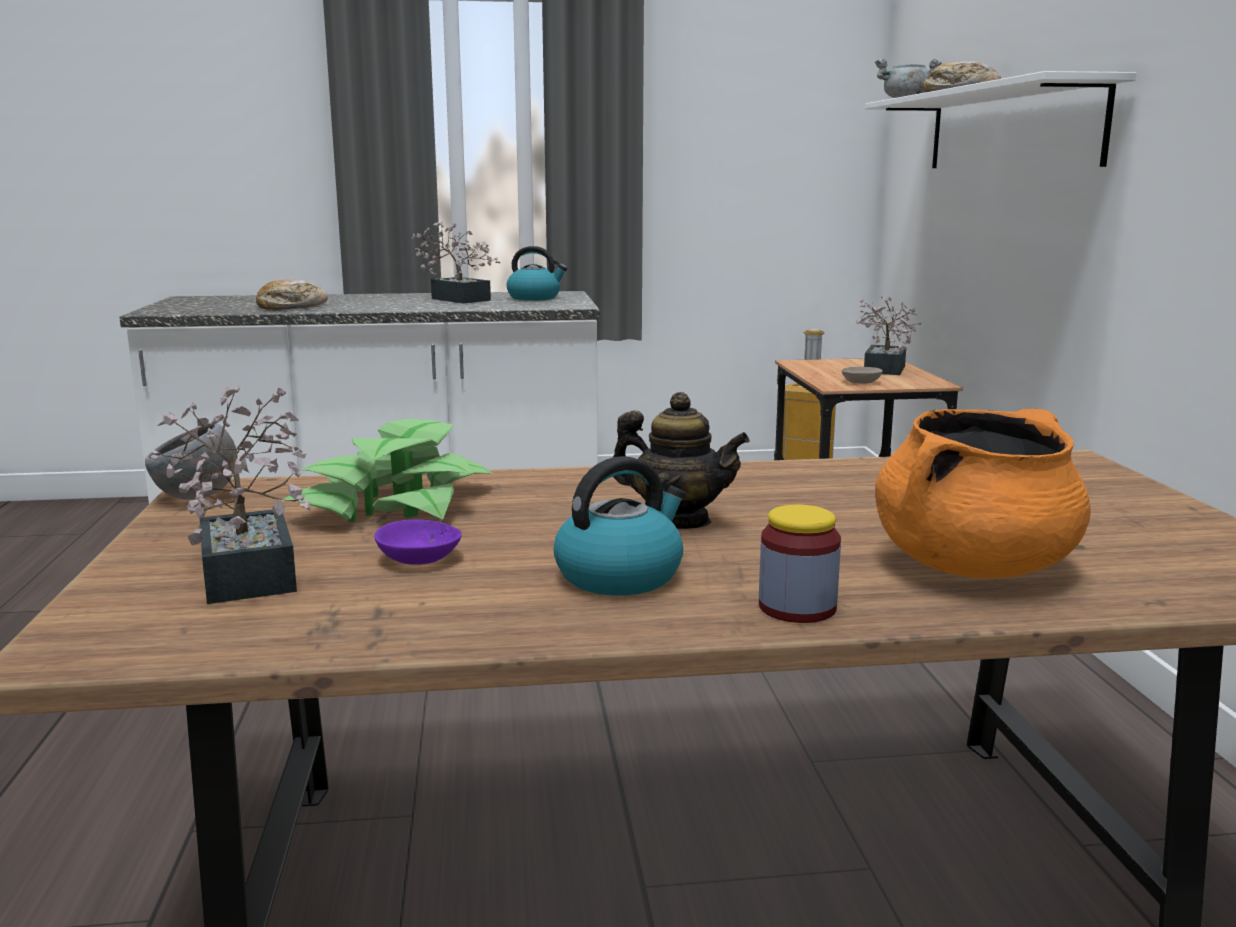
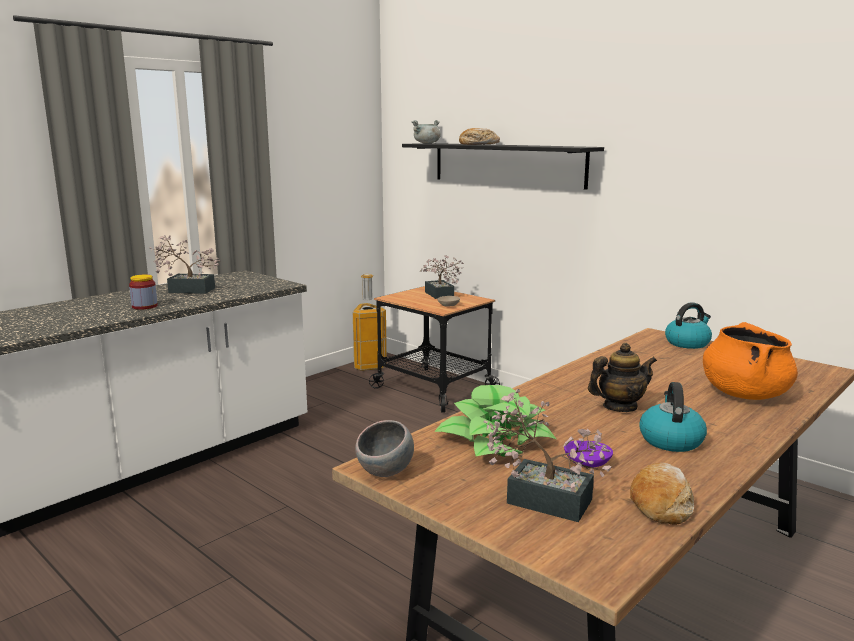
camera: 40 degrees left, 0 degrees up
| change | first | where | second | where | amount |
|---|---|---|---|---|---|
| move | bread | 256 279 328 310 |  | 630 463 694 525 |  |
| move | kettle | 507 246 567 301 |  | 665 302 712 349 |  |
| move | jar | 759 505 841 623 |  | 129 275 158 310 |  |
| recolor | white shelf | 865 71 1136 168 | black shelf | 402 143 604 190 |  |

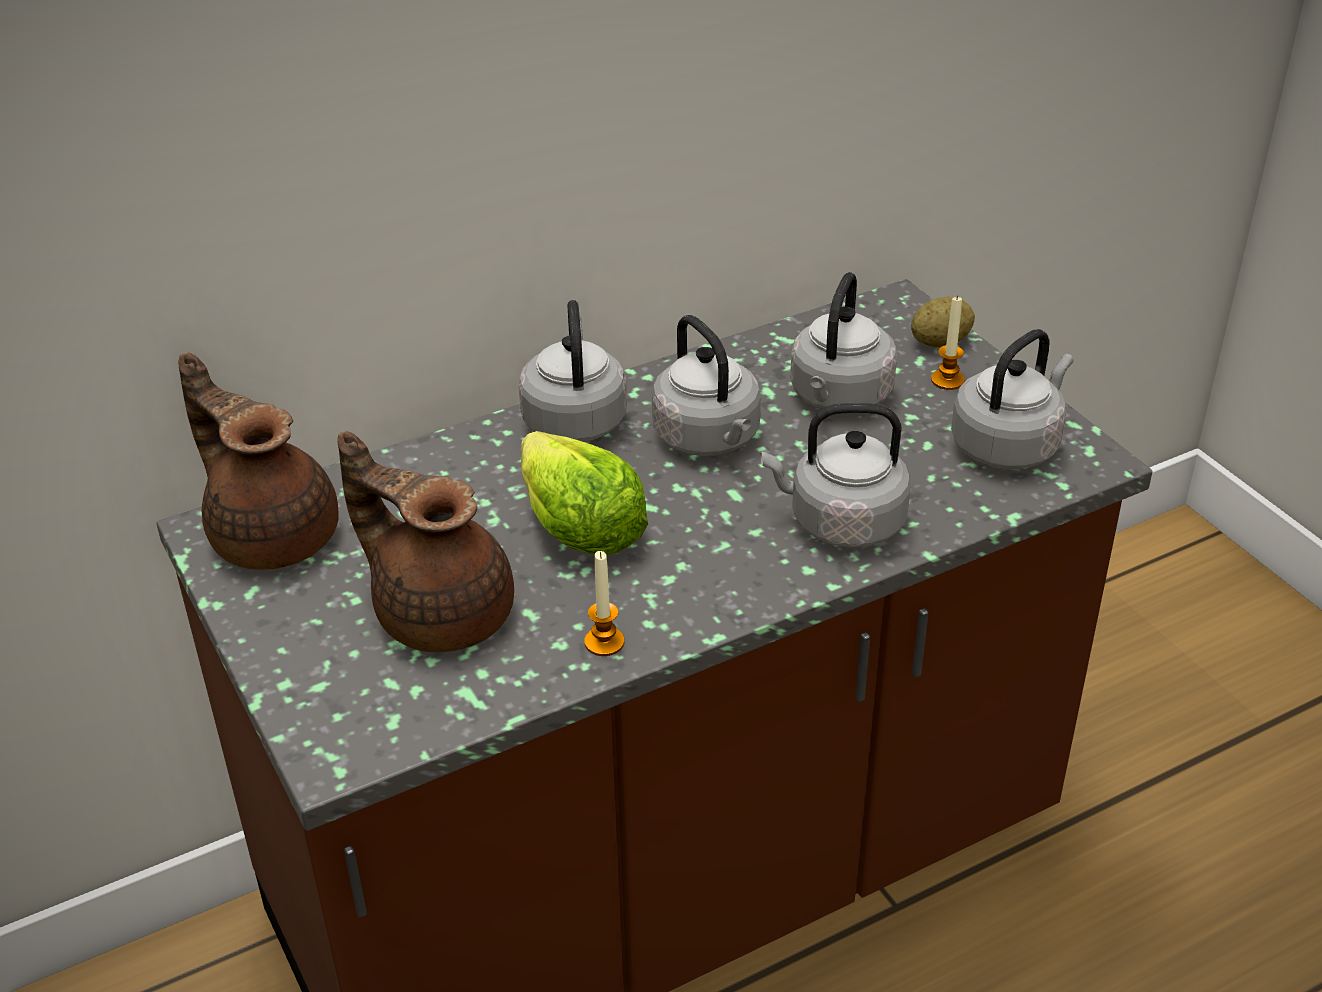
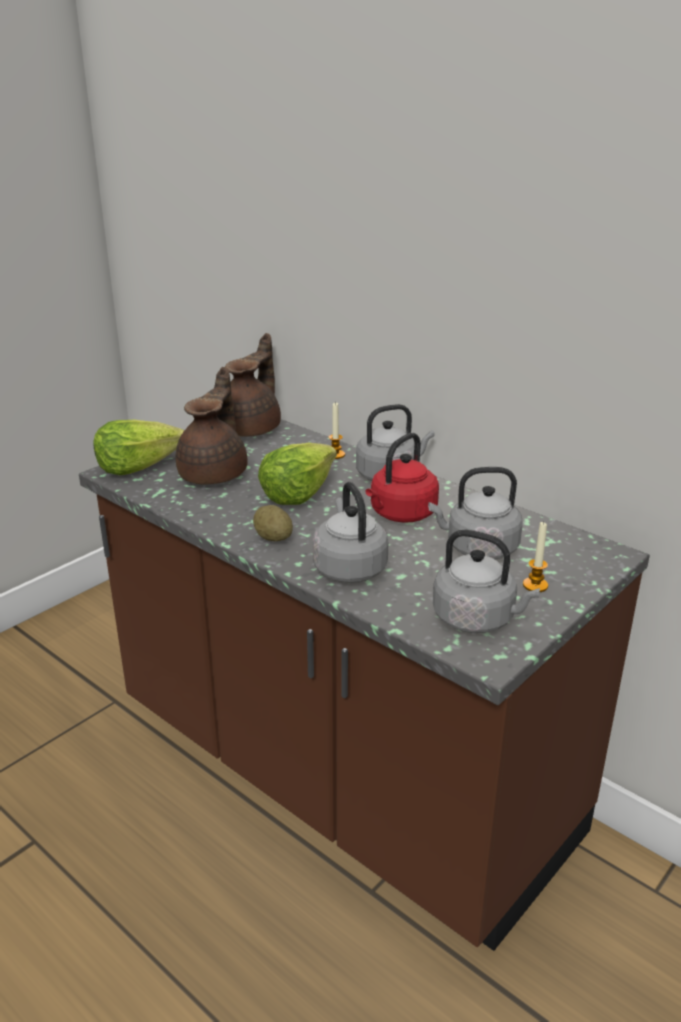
camera: 70 degrees right, 10 degrees down
| change | first | where | second | where | amount |
|---|---|---|---|---|---|
| move | candle | 584 551 625 656 |  | 329 402 345 459 |  |
| recolor | grey kettle | 652 315 761 456 | red kettle | 365 433 439 523 |  |
| move | potato | 911 297 975 347 |  | 253 505 293 541 |  |
| insert |  |  | lettuce | 93 420 184 475 |  |

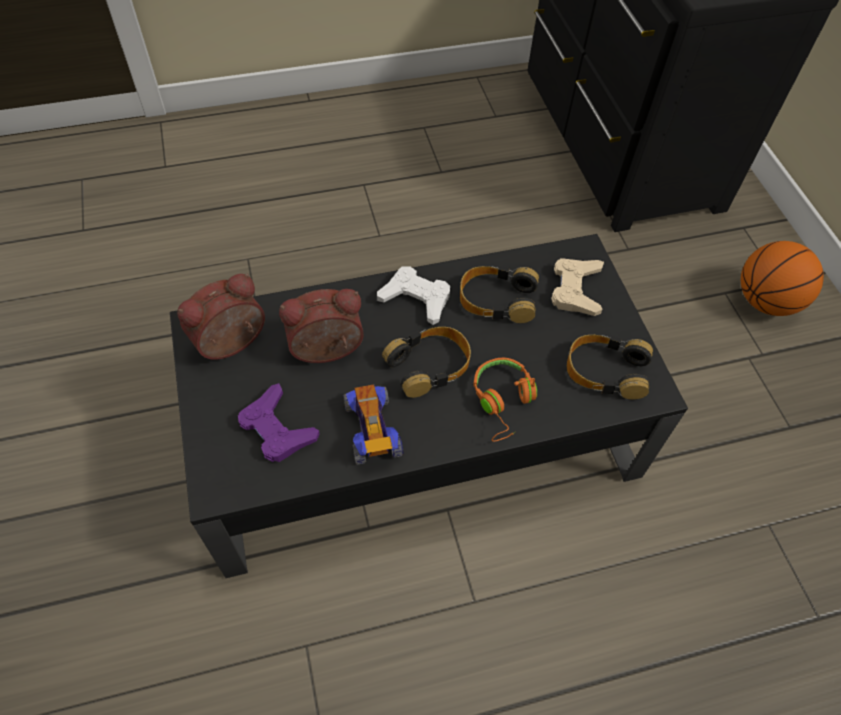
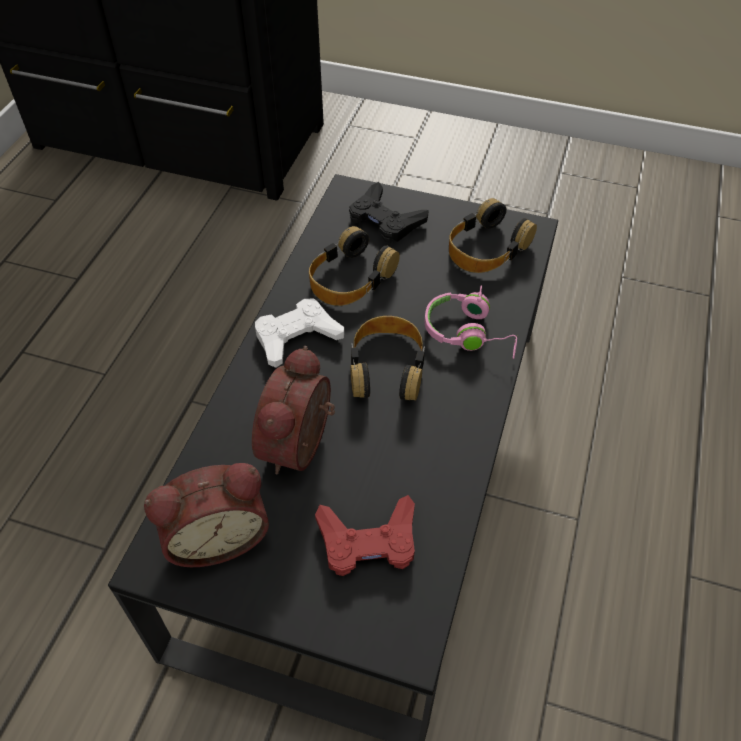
camera: 55 degrees left, 5 degrees down
| change | first | where | second | where | amount |
|---|---|---|---|---|---|
| rotate | alarm clock | 177 274 265 360 |  | 144 463 269 567 | 105 degrees counterclockwise |
| recolor | purple game controller | 238 383 320 462 | red game controller | 315 495 415 576 |  |
| delete | toy car | 343 385 404 465 |  |  |  |
| recolor | orange headphones | 473 358 537 441 | pink headphones | 425 285 517 359 |  |
| recolor | beige game controller | 551 258 604 316 | black game controller | 349 182 428 243 |  |
| delete | basketball | 741 241 824 316 |  |  |  |

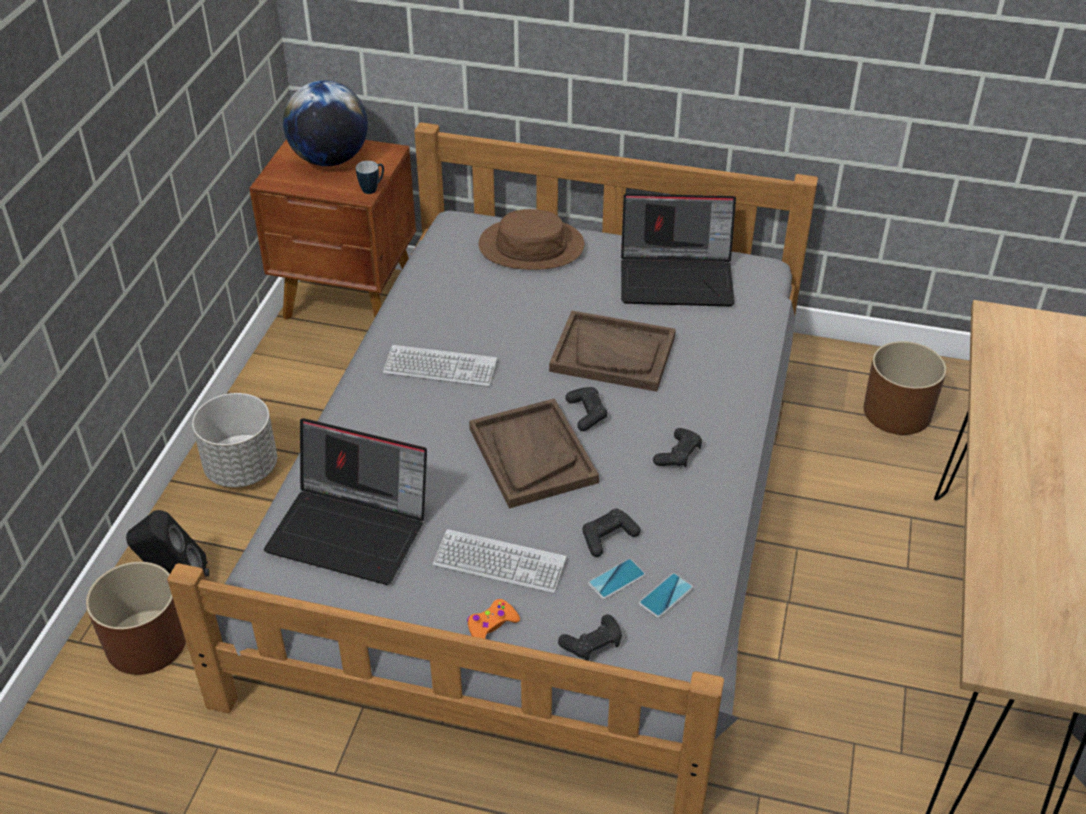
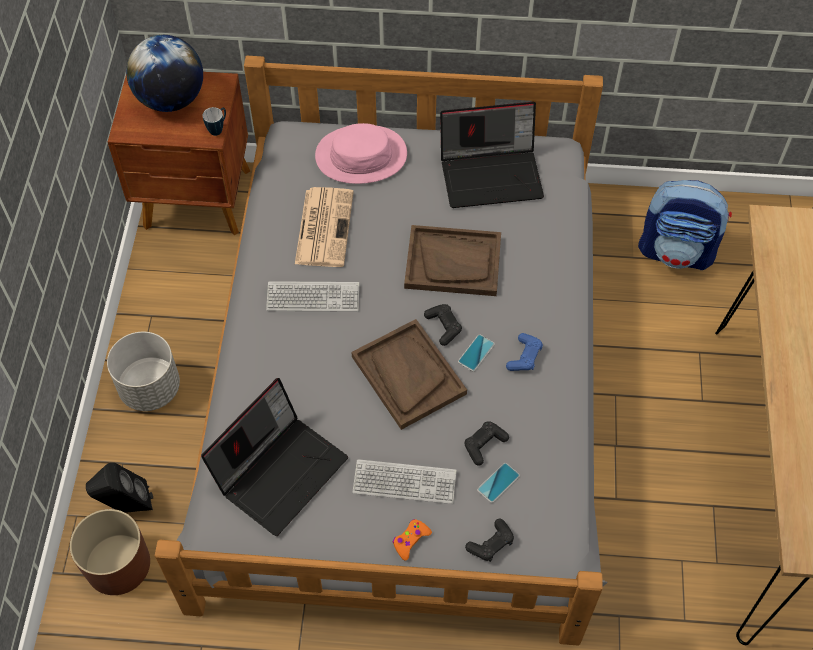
camera: 10 degrees left, 15 degrees up
| change | first | where | second | where | amount |
|---|---|---|---|---|---|
| rotate | laptop | 264 418 427 585 |  | 201 378 348 536 | 60 degrees counterclockwise |
| recolor | brown hat | 479 209 585 270 | pink hat | 315 123 407 184 |  |
| move | phone | 639 573 693 618 |  | 458 334 495 371 |  |
| recolor | black game controller | 653 428 702 468 | blue game controller | 506 333 543 371 |  |
| replace | brown planter | 864 341 946 435 | backpack | 638 180 732 270 |  |
| insert |  |  | newspaper | 295 187 354 267 |  |

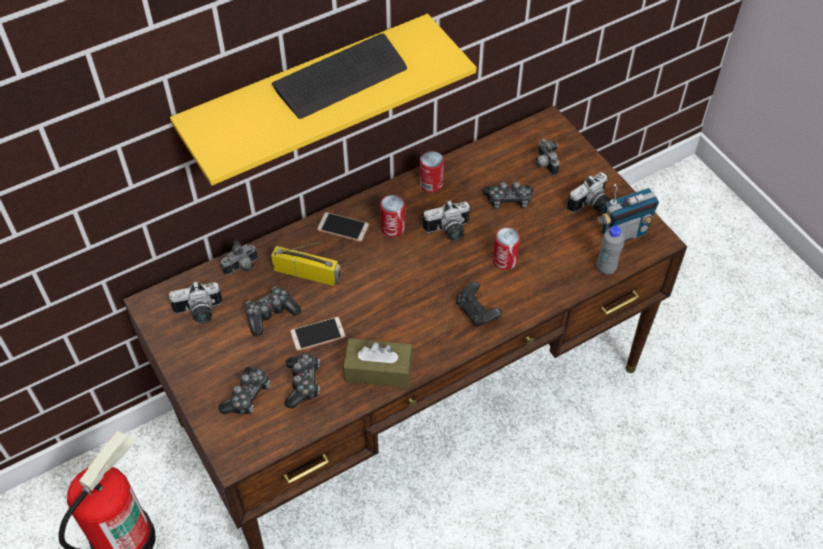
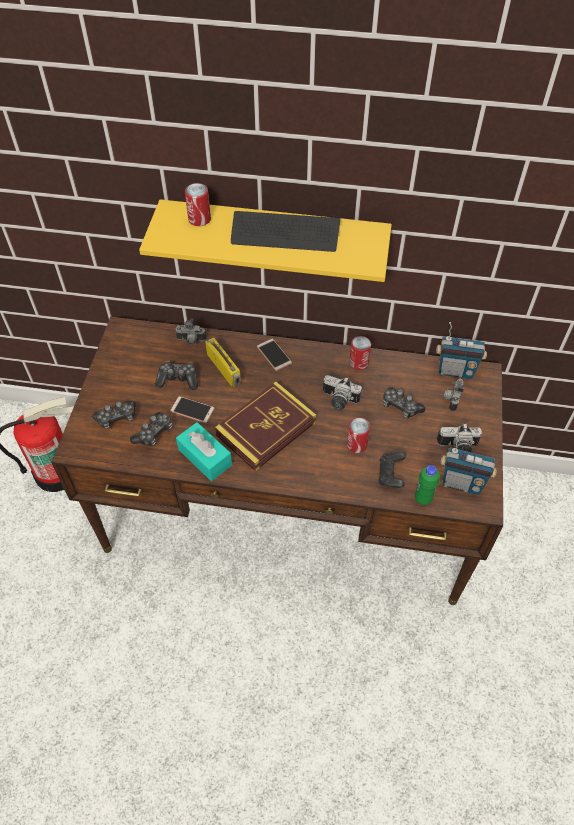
camera: 40 degrees right, 0 degrees up
| change | first | where | second | where | amount |
|---|---|---|---|---|---|
| delete | photo camera | 169 281 222 324 |  |  |  |
| recolor | brown tissue box | 343 338 413 388 | turquoise tissue box | 176 422 232 481 |  |
| move | can | 380 195 405 237 |  | 185 183 211 226 |  |
| move | black game controller | 456 281 502 327 |  | 378 452 406 488 |  |
| recolor | grey bottle | 597 226 624 275 | green bottle | 415 465 440 505 |  |
| insert |  |  | book | 215 382 316 472 |  |
| insert |  |  | radio | 436 322 487 379 |  |

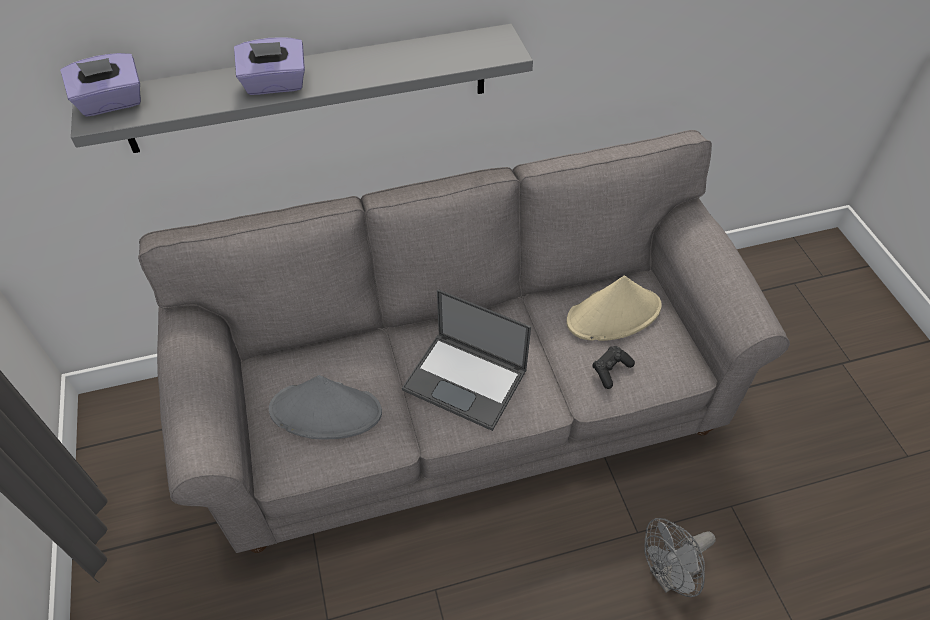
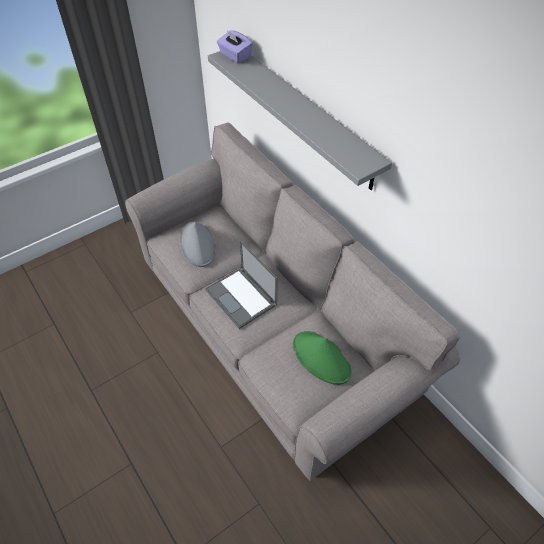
camera: 70 degrees right, 0 degrees up
| change | first | where | second | where | amount |
|---|---|---|---|---|---|
| delete | purple tissue box | 234 37 305 95 |  |  |  |
| rotate | laptop | 402 289 531 431 |  | 205 240 278 329 | 45 degrees counterclockwise |
| recolor | beige hat | 566 276 662 341 | green hat | 293 331 352 385 |  |
| delete | black game controller | 592 346 635 389 |  |  |  |
| delete | grey fan | 644 518 716 597 |  |  |  |

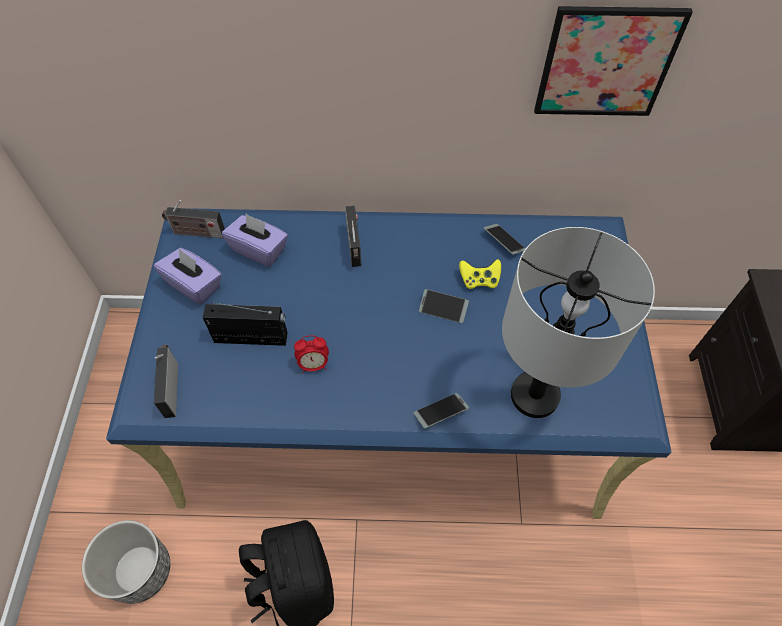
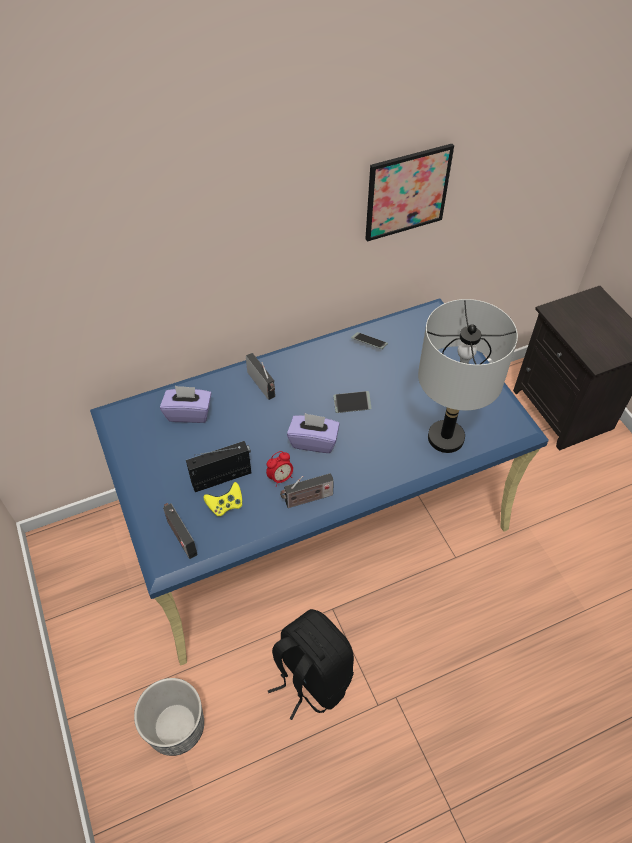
camera: 25 degrees left, 5 degrees down
| change | first | where | second | where | amount |
|---|---|---|---|---|---|
| move | purple tissue box | 154 248 222 305 |  | 287 413 340 453 |  |
| move | radio | 162 200 225 238 |  | 280 473 334 508 |  |
| delete | phone | 414 393 469 429 |  |  |  |
| move | yellow game controller | 459 260 501 289 |  | 203 482 242 516 |  |

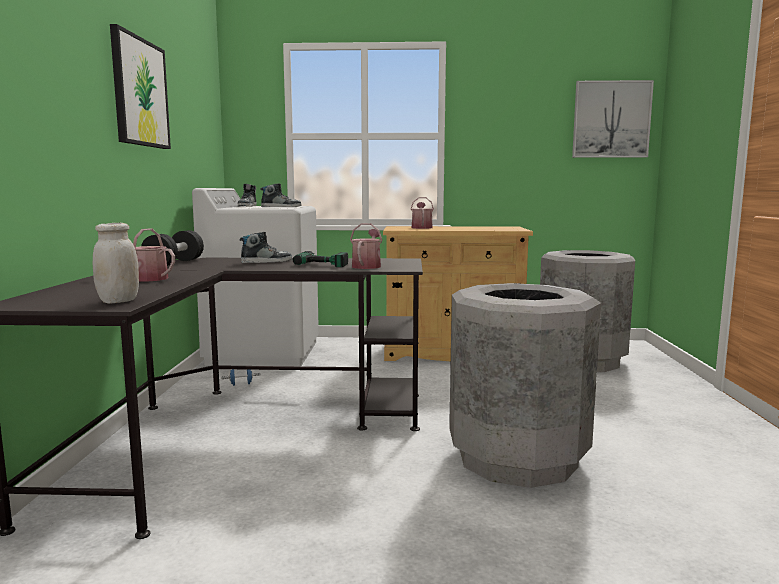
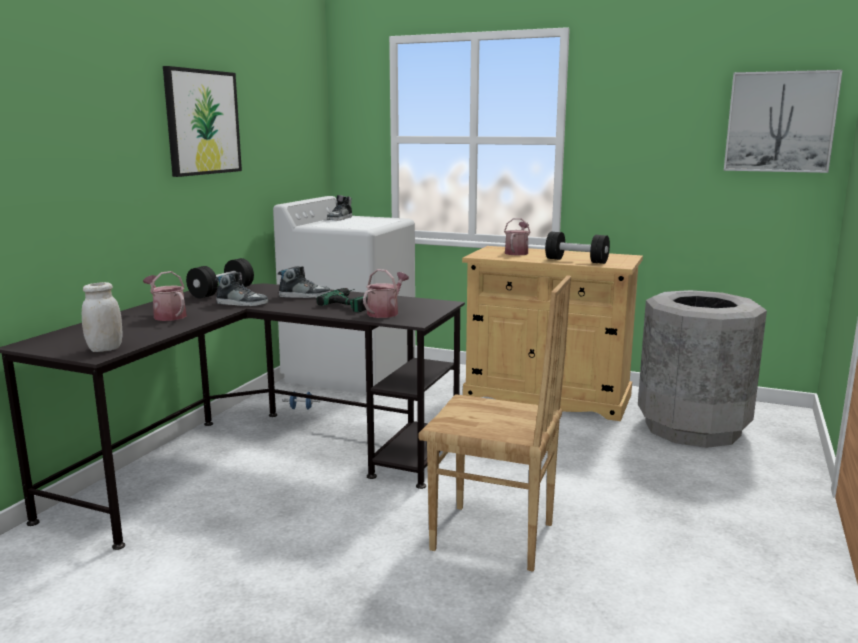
camera: 20 degrees right, 5 degrees up
| change | first | where | second | where | amount |
|---|---|---|---|---|---|
| move | shoe | 260 183 301 207 |  | 215 272 268 306 |  |
| replace | grey trash can | 449 283 601 488 | brown chair | 419 275 571 572 |  |
| insert |  |  | black dumbbell | 545 232 610 264 |  |

